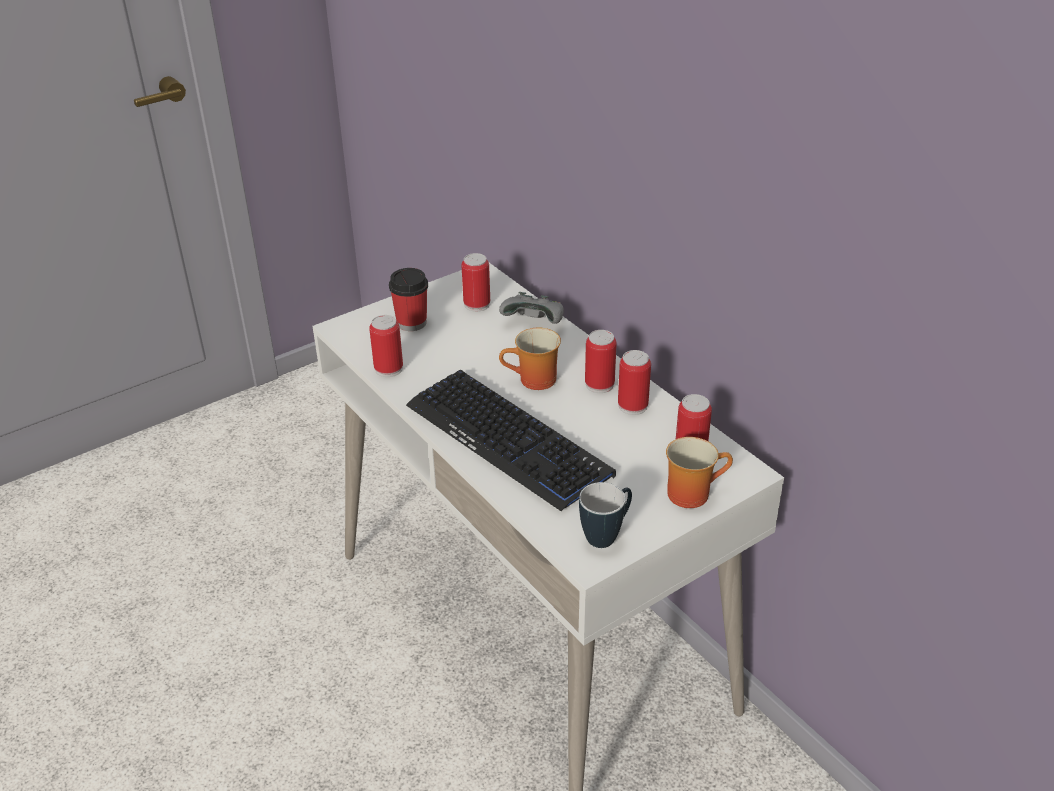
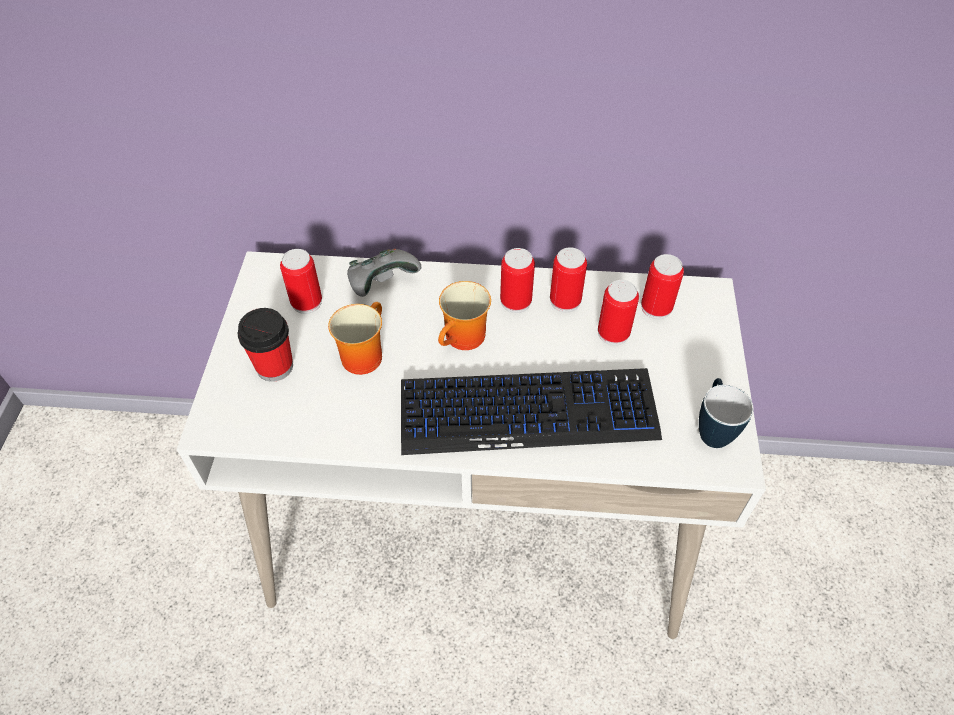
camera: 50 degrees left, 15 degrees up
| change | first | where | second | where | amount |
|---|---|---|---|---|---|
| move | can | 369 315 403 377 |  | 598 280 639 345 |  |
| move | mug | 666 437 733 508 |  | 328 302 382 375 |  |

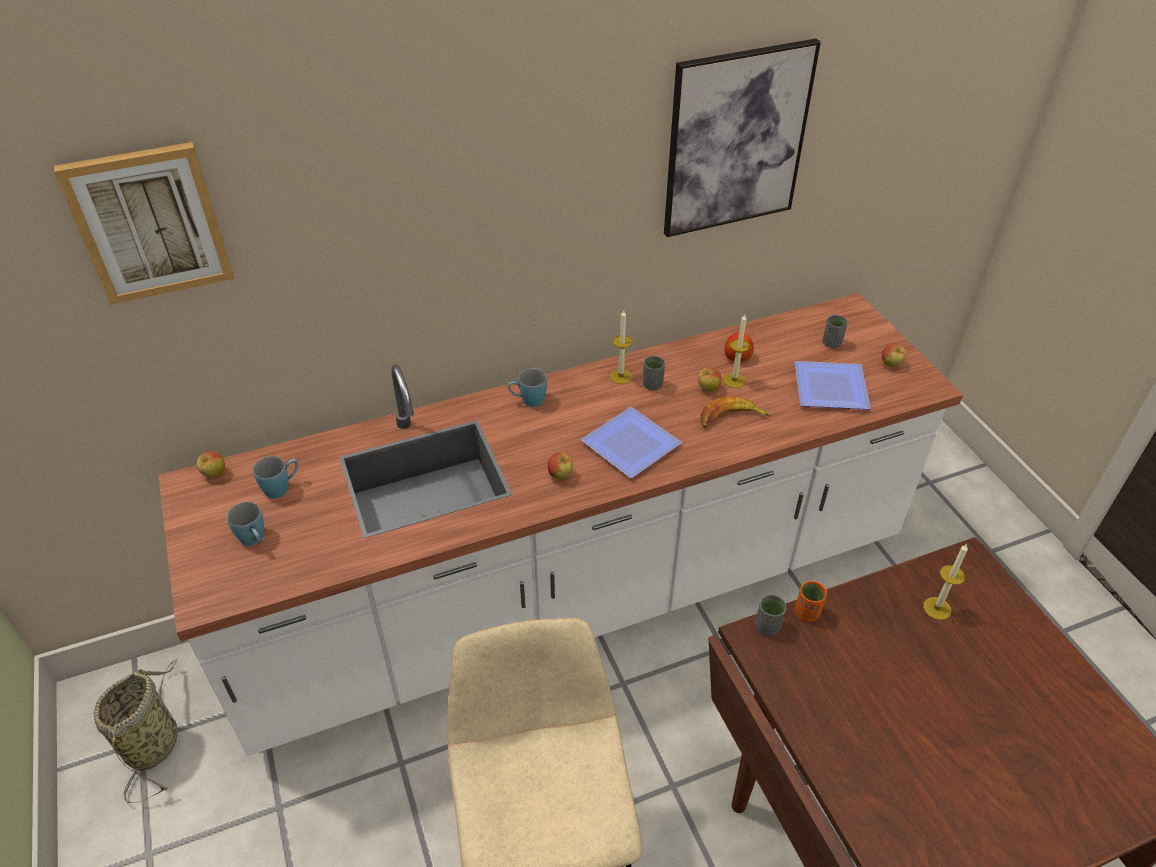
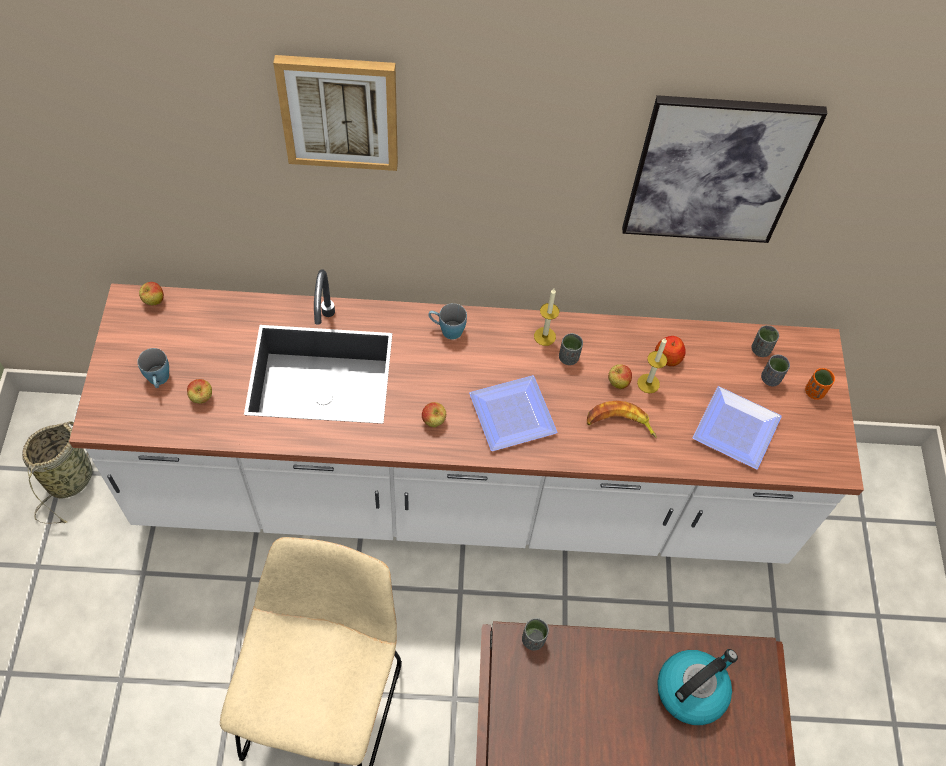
camera: 20 degrees right, 15 degrees up
| change | first | where | second | where | amount |
|---|---|---|---|---|---|
| move | picture | 54 142 234 305 |  | 273 55 398 171 |  |
| delete | blue mug | 253 456 298 499 |  |  |  |
| move | orange cup | 795 581 827 622 |  | 805 368 835 400 |  |
| move | apple | 882 343 906 367 |  | 187 379 212 404 |  |
| replace | candle | 923 543 968 620 | kettle | 657 649 738 725 |  |
| insert |  |  | grey cup | 752 325 779 357 |  |

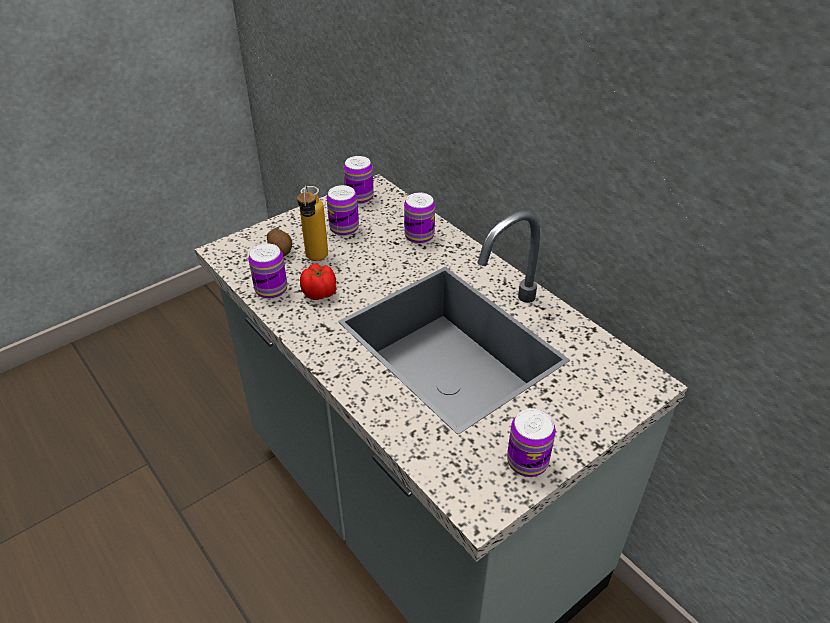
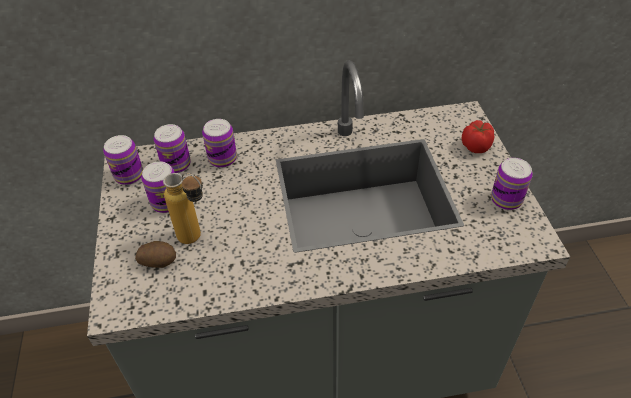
camera: 60 degrees left, 5 degrees up
| change | first | where | second | where | amount |
|---|---|---|---|---|---|
| move | can | 248 243 287 299 |  | 154 124 191 173 |  |
| move | tomato | 300 264 336 300 |  | 462 120 495 153 |  |

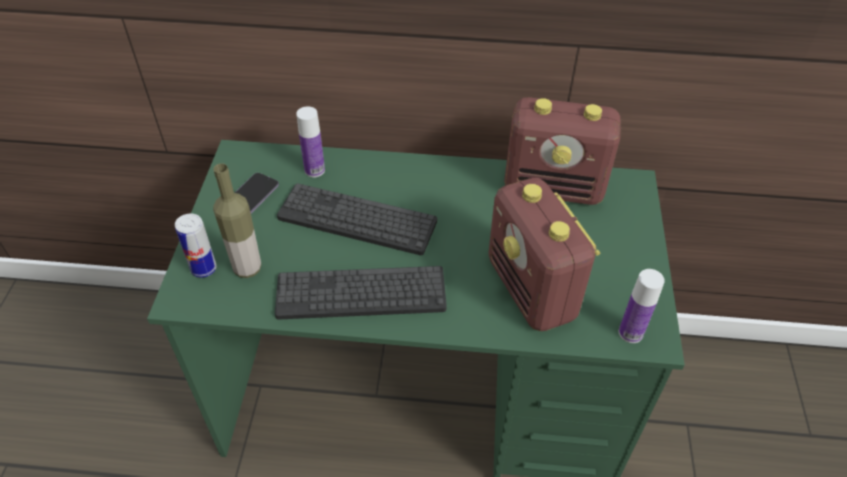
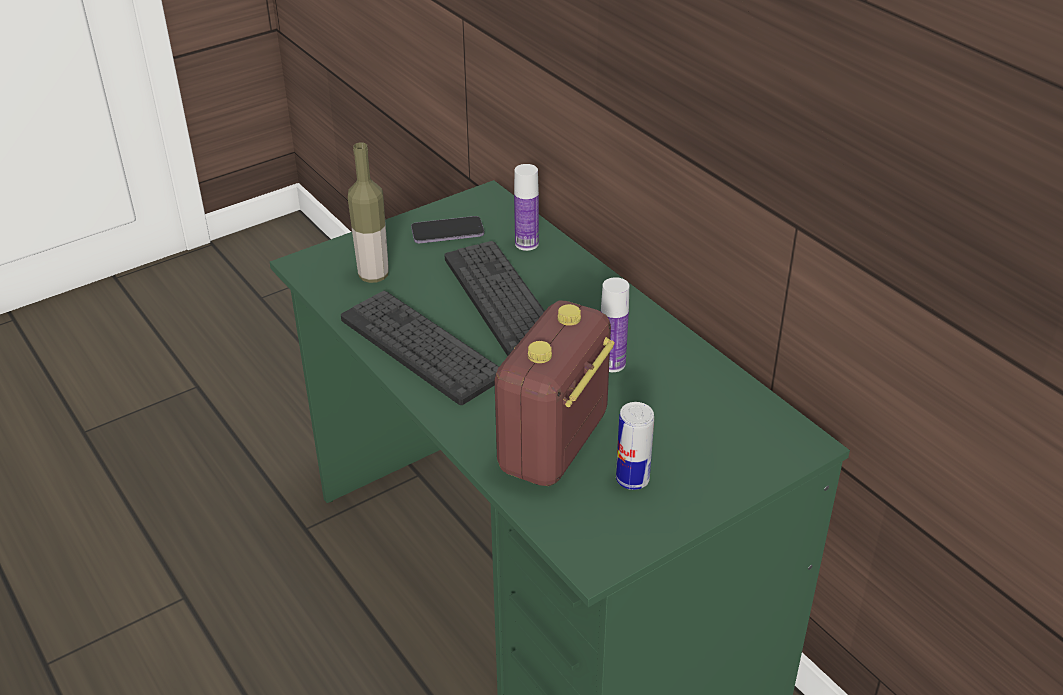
camera: 50 degrees right, 10 degrees down
| change | first | where | second | where | amount |
|---|---|---|---|---|---|
| move | can | 175 213 217 278 |  | 616 402 654 490 |  |
| delete | radio | 504 97 621 205 |  |  |  |
| move | bottle | 619 269 665 343 |  | 601 277 629 372 |  |

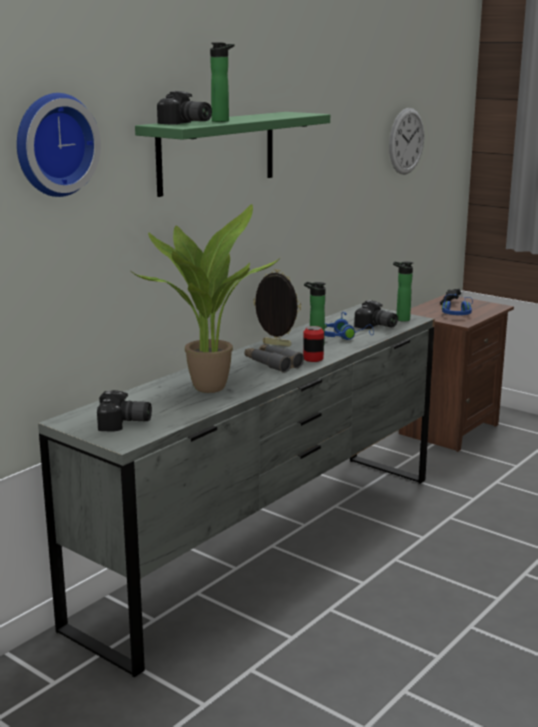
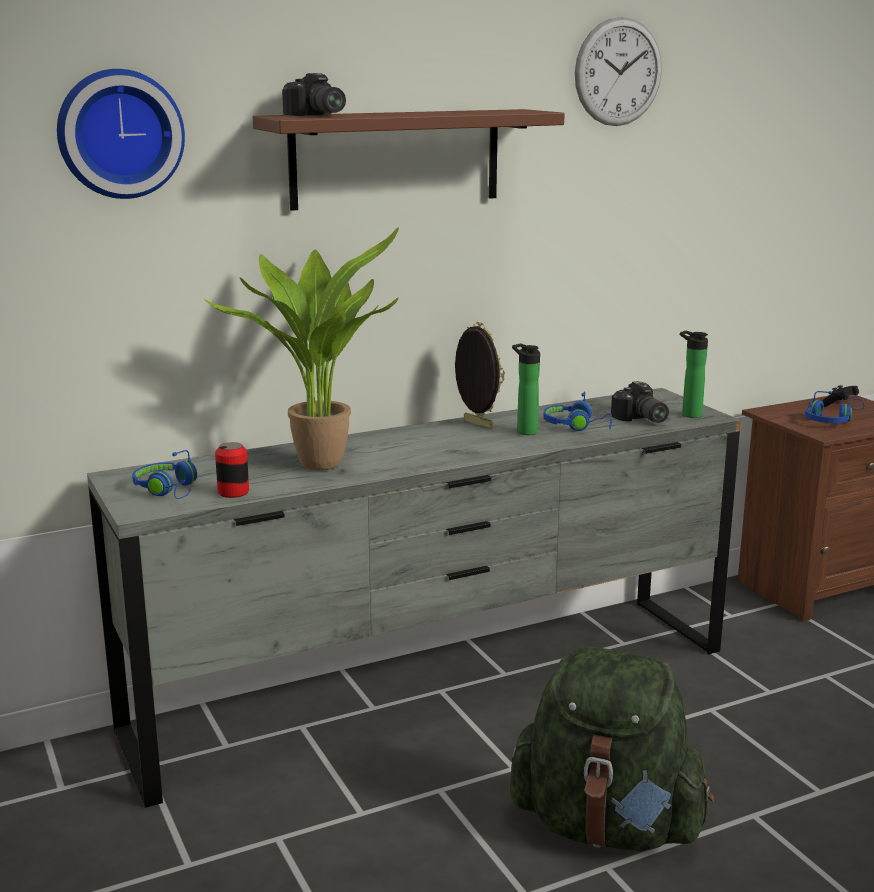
camera: 25 degrees right, 0 degrees up
| change | first | where | second | where | amount |
|---|---|---|---|---|---|
| replace | photo camera | 97 390 152 432 | blue headphones | 132 450 197 499 |  |
| recolor | green shelf | 135 112 330 197 | brown shelf | 253 109 565 211 |  |
| delete | bottle | 210 43 235 122 |  |  |  |
| delete | grey binoculars | 245 344 304 372 |  |  |  |
| move | can | 303 326 324 362 |  | 215 442 249 498 |  |
| move | wall clock | 389 108 424 174 |  | 575 17 662 126 |  |
| insert |  |  | green backpack | 510 647 714 851 |  |

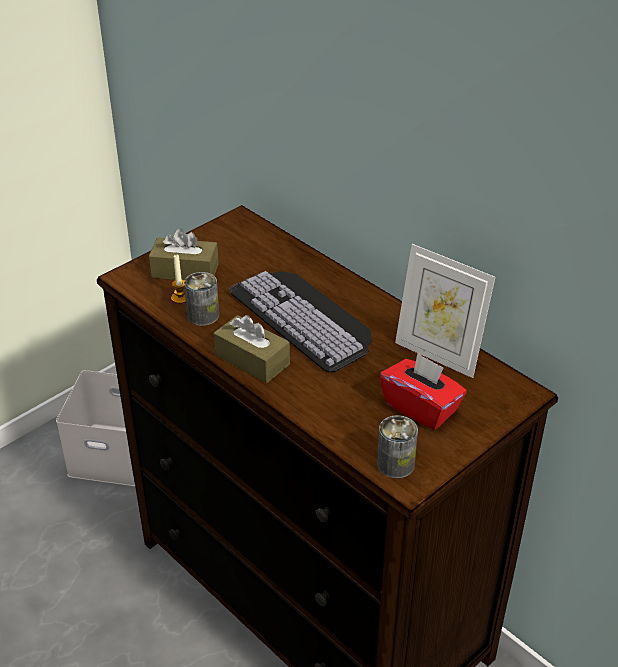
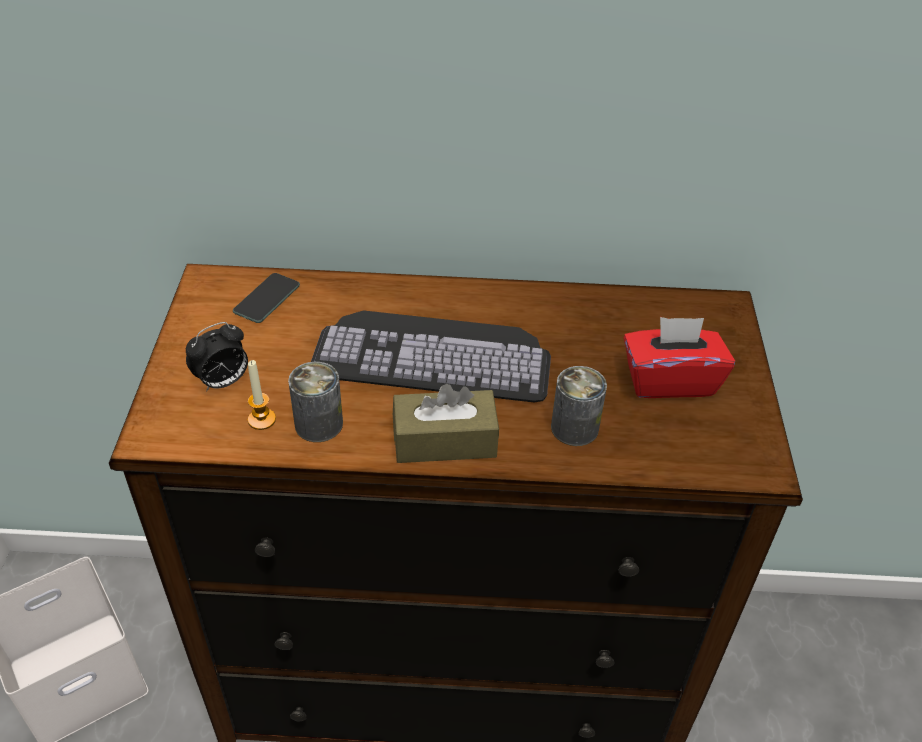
camera: 45 degrees left, 5 degrees up
| change | first | where | second | where | amount |
|---|---|---|---|---|---|
| replace | brown tissue box | 149 228 219 280 | alarm clock | 186 322 248 392 |  |
| move | can | 377 415 418 479 |  | 551 366 607 446 |  |
| delete | picture frame | 395 244 495 378 |  |  |  |
| insert |  |  | phone | 233 273 300 323 |  |

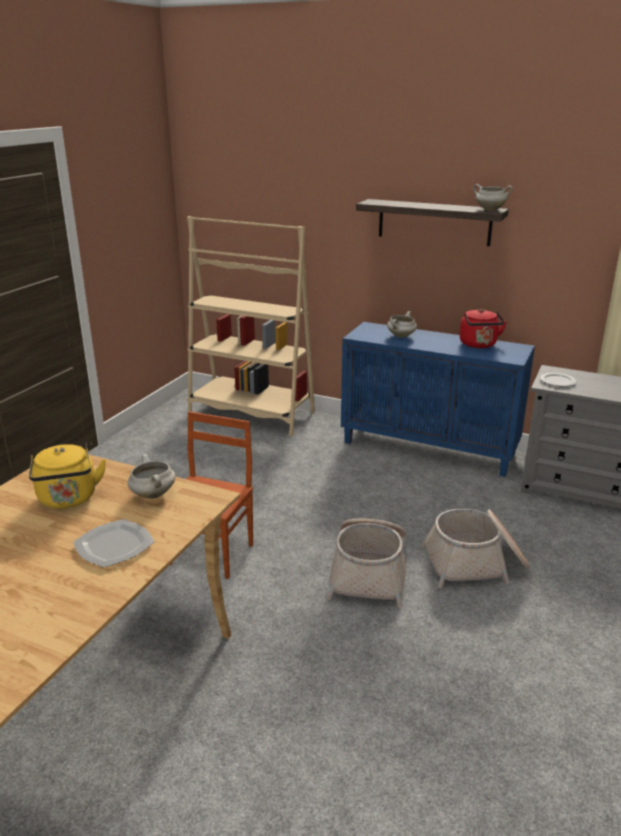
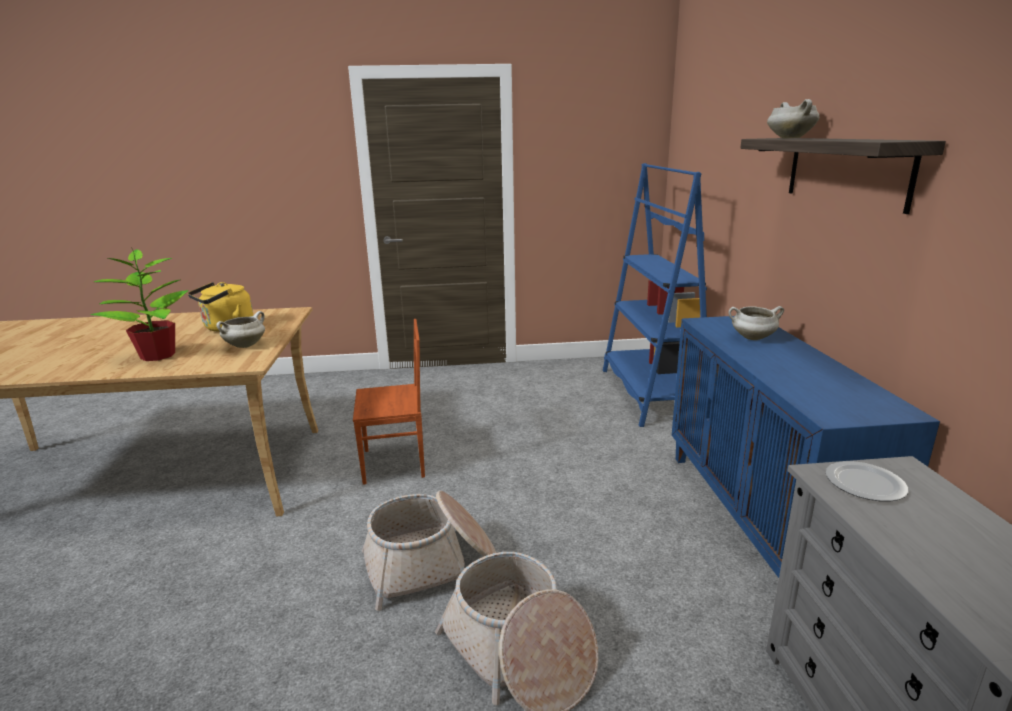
camera: 60 degrees right, 5 degrees down
| change | first | where | second | where | amount |
|---|---|---|---|---|---|
| replace | plate | 73 519 154 568 | potted plant | 90 249 189 361 |  |
| recolor | beige bookcase | 187 216 315 437 | blue bookcase | 603 163 707 427 |  |
| delete | red kettle | 460 309 507 348 |  |  |  |
| move | white cooking pot | 473 184 513 211 |  | 767 99 819 139 |  |

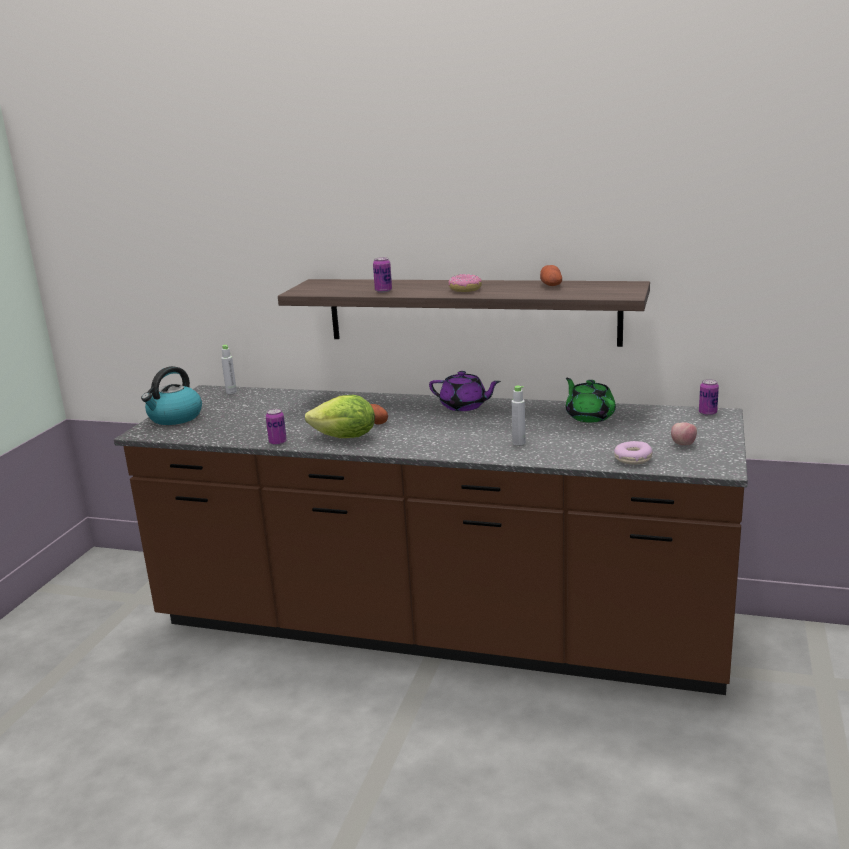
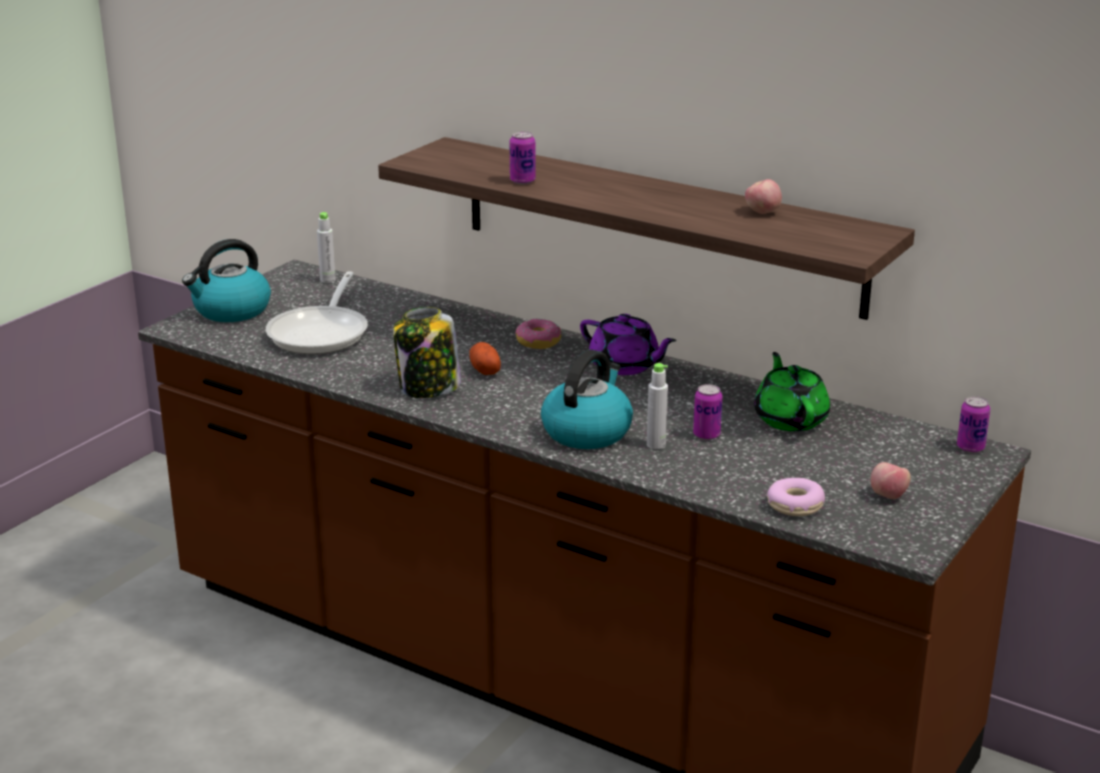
camera: 15 degrees right, 5 degrees up
| change | first | where | second | where | amount |
|---|---|---|---|---|---|
| move | can | 266 409 287 445 |  | 693 384 722 440 |  |
| replace | lettuce | 305 395 375 438 | jar | 393 307 461 398 |  |
| move | donut | 448 274 482 292 |  | 515 318 561 349 |  |
| replace | potato | 540 265 562 286 | apple | 745 179 782 214 |  |
| insert |  |  | frying pan | 265 271 368 355 |  |
| insert |  |  | kettle | 541 350 633 449 |  |

